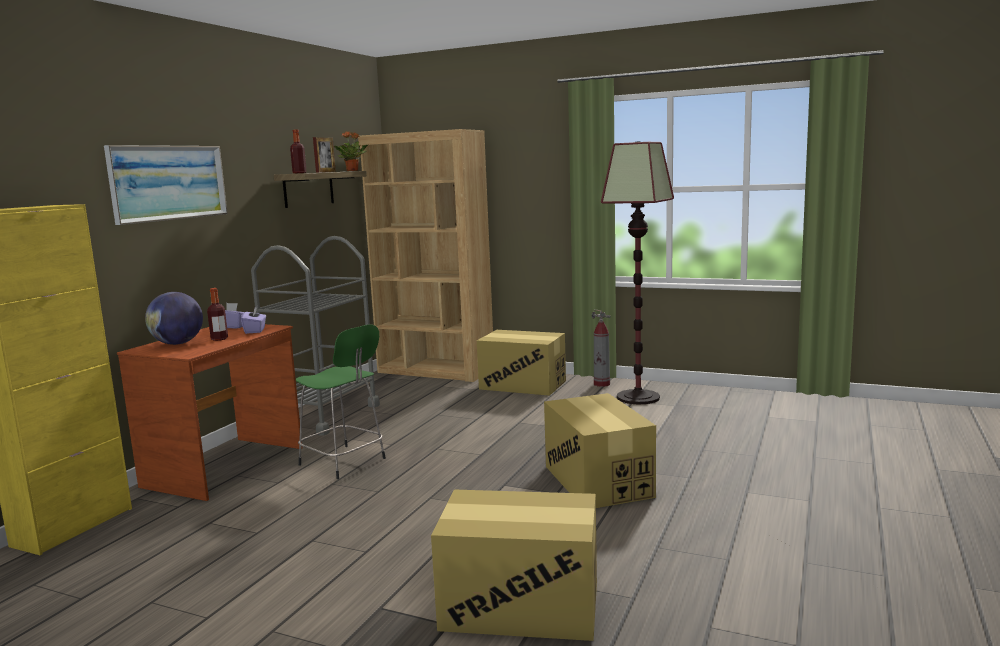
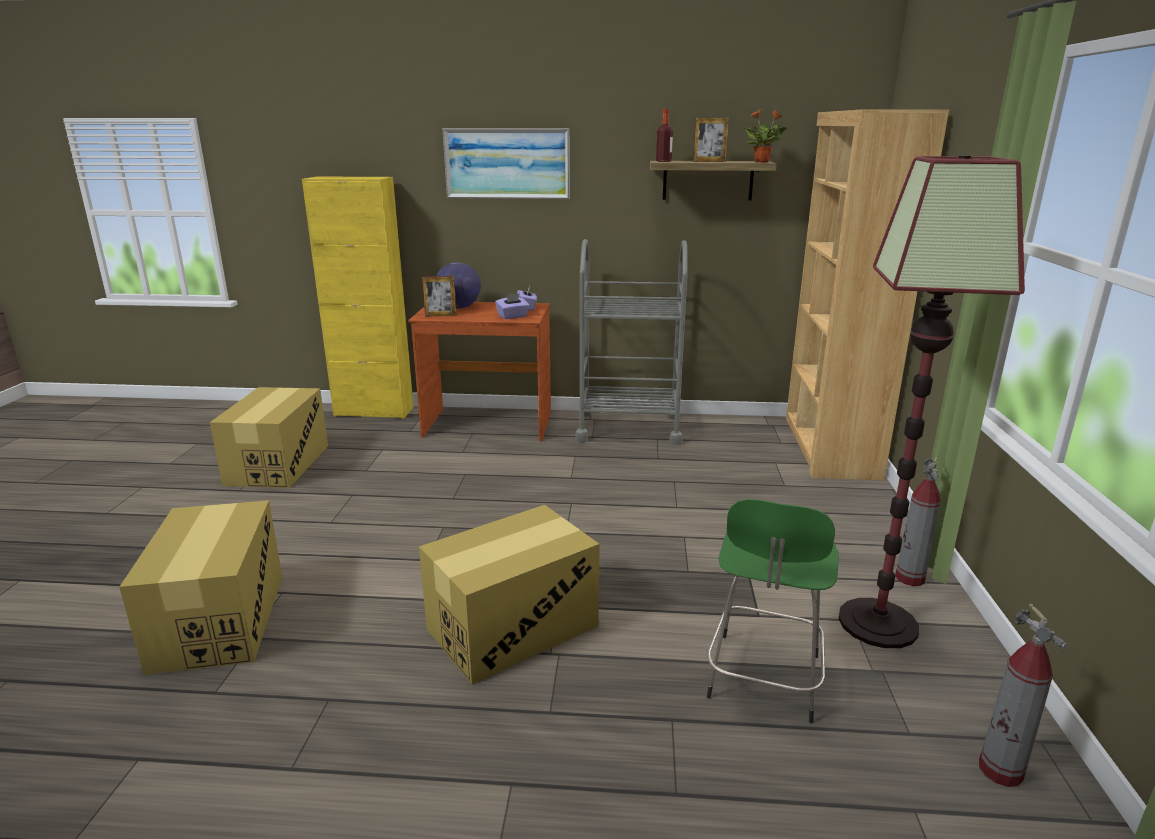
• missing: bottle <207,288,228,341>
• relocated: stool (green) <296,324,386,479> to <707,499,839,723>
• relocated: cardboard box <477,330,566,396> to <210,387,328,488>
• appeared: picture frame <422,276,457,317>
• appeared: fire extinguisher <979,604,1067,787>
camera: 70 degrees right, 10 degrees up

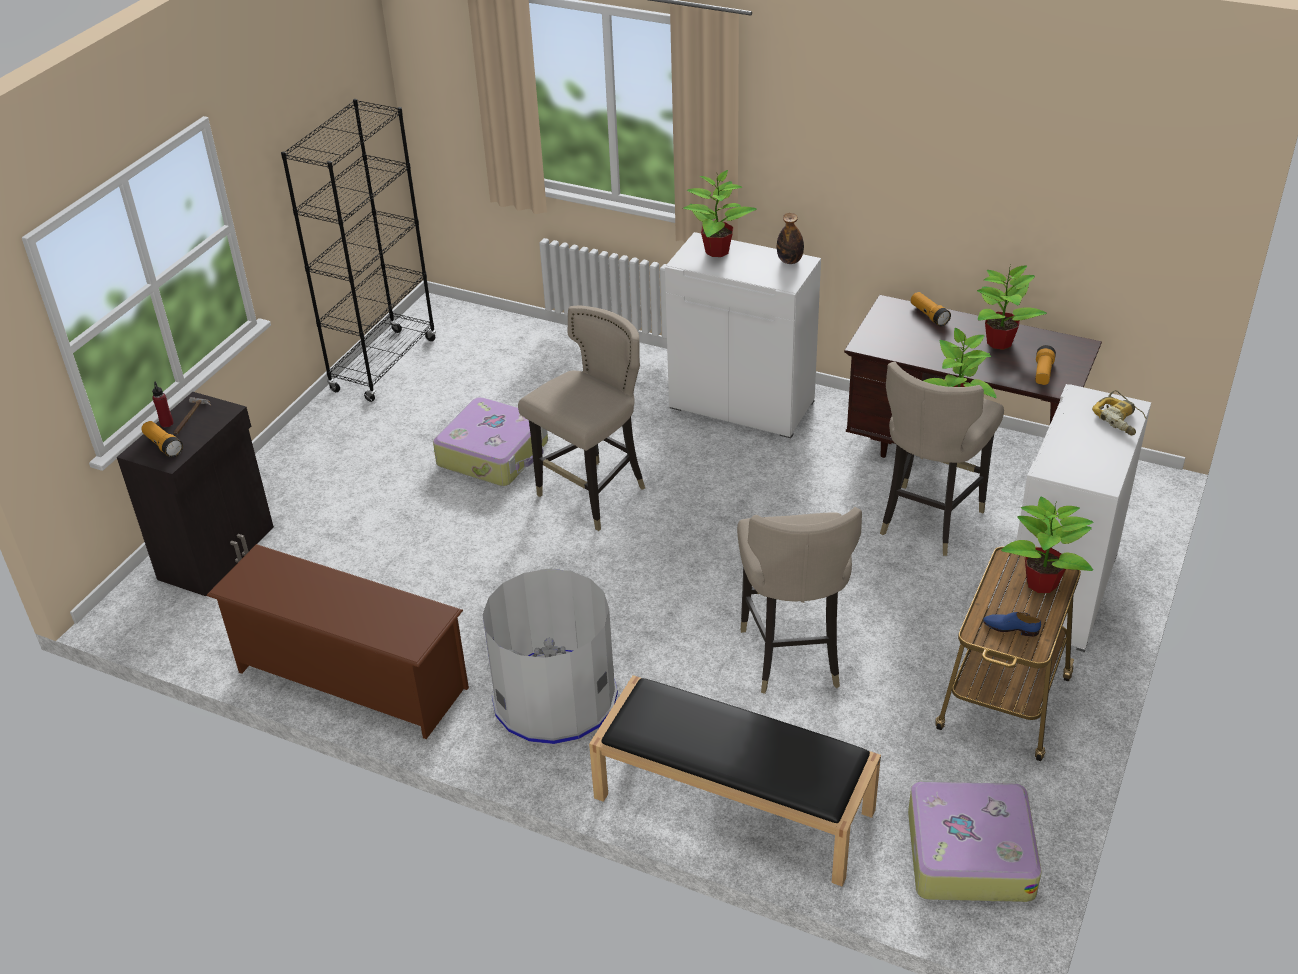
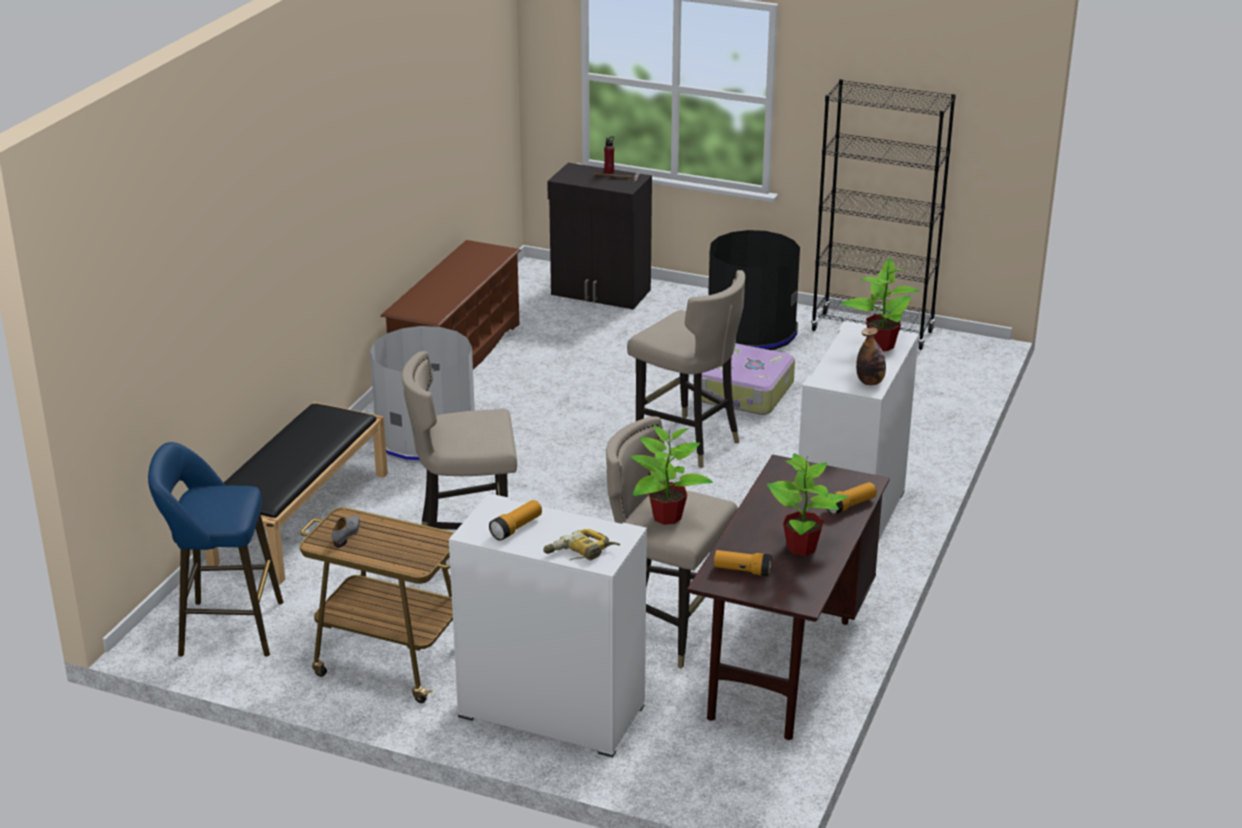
• relocated: flashlight <141,421,183,457> to <489,500,542,541>
• exchanged: suitcase <908,780,1042,902> to stool (blue) <148,442,283,656>
• colour: shoe (blue) <983,612,1041,637> to shoe (grey) <332,516,360,548>
• missing: potted plant <1001,497,1094,593>
• appeared: trash can (black) <708,230,800,350>
camera: 85 degrees right, 10 degrees down

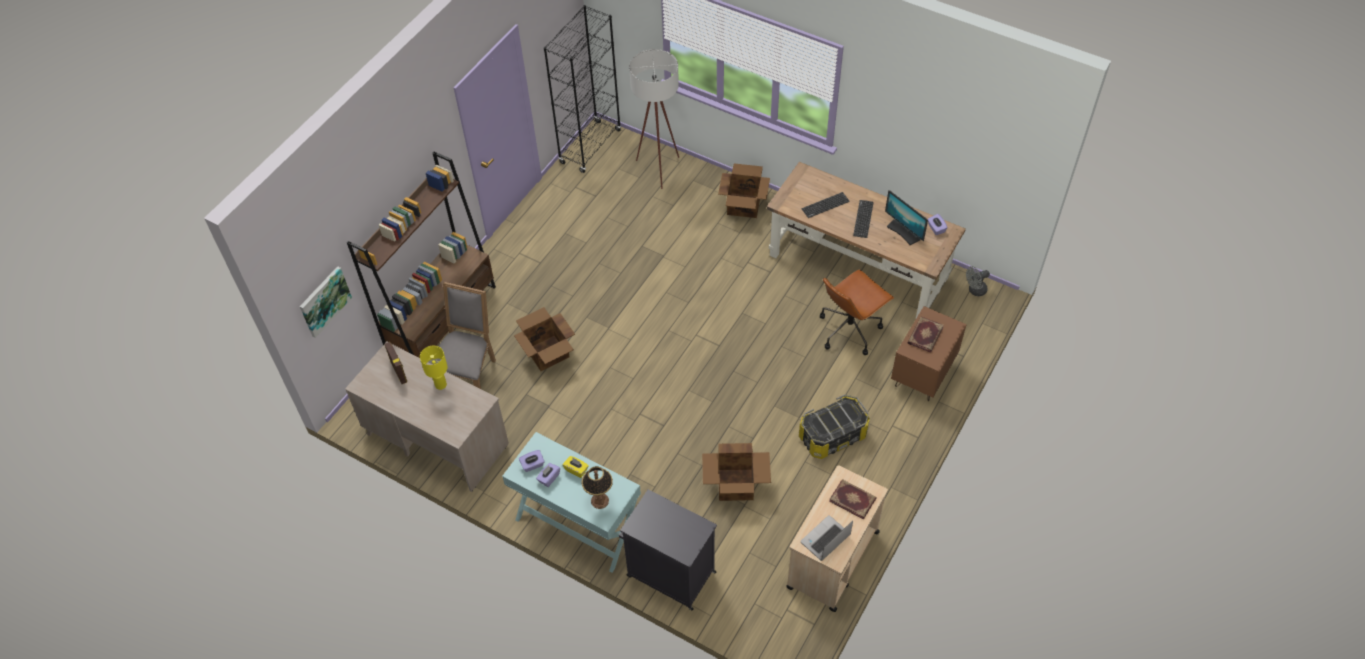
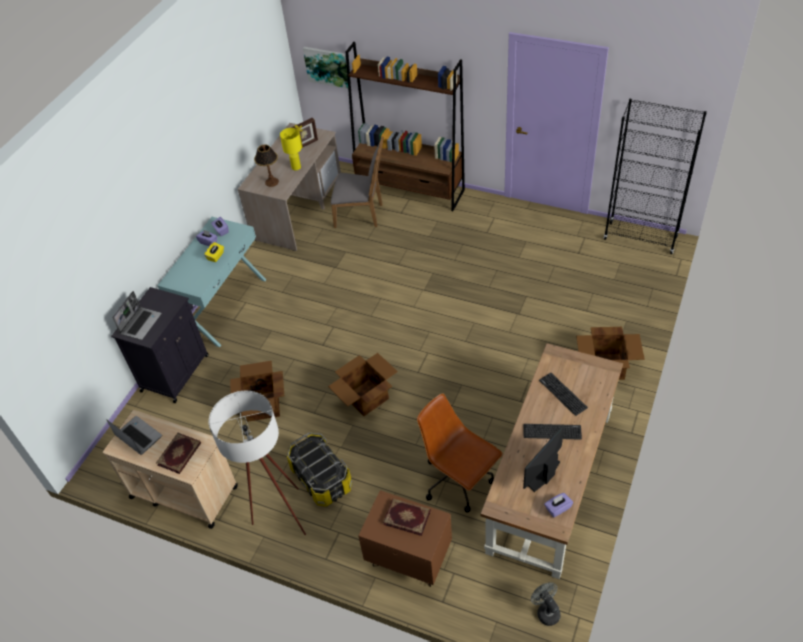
• relocated: cardboard box <514,307,575,371> to <328,353,398,416>
• relocated: table lamp <582,466,613,509> to <254,144,279,187>
• relocated: floor lamp (white) <629,49,679,189> to <209,391,306,535>
• appeared: laptop <112,291,162,340>
camera: 85 degrees right, 5 degrees down

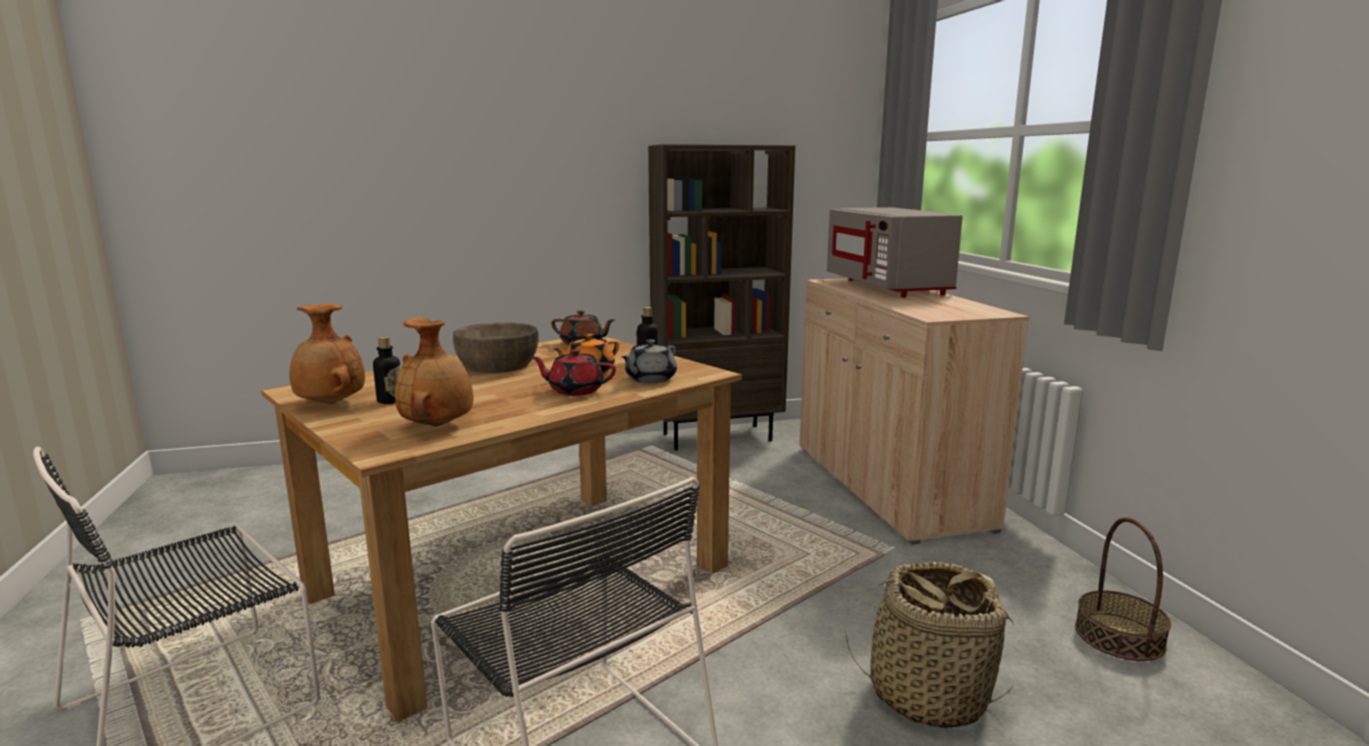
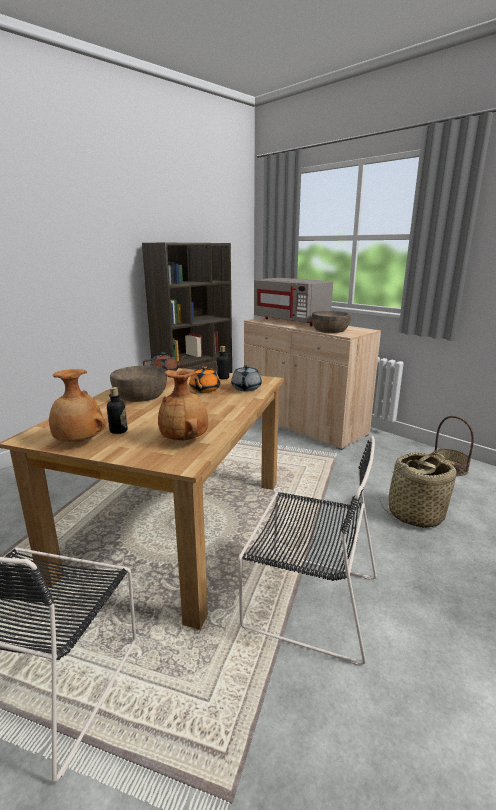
• missing: teapot (red) <531,349,616,396>
• appeared: bowl (brown) <312,311,351,333>
camera: 30 degrees left, 5 degrees up

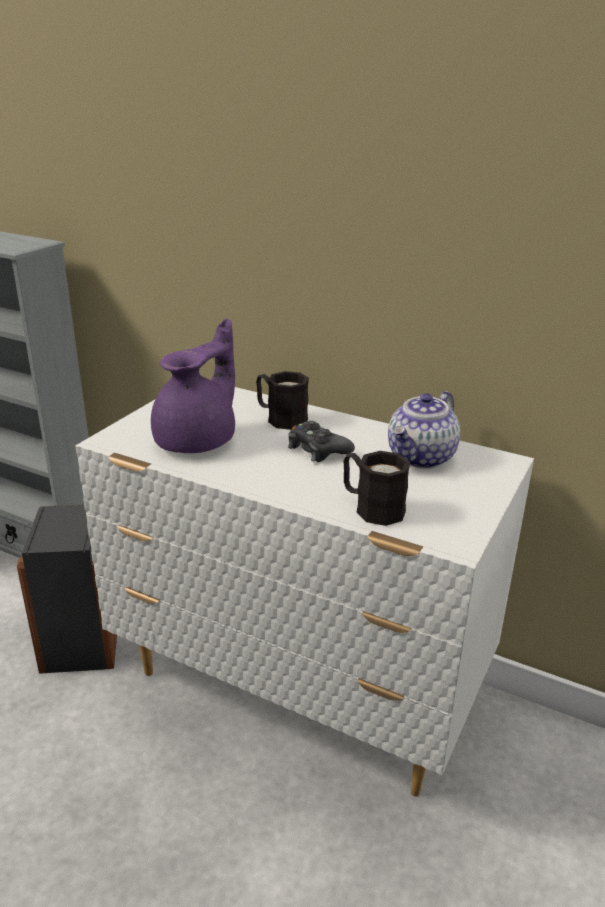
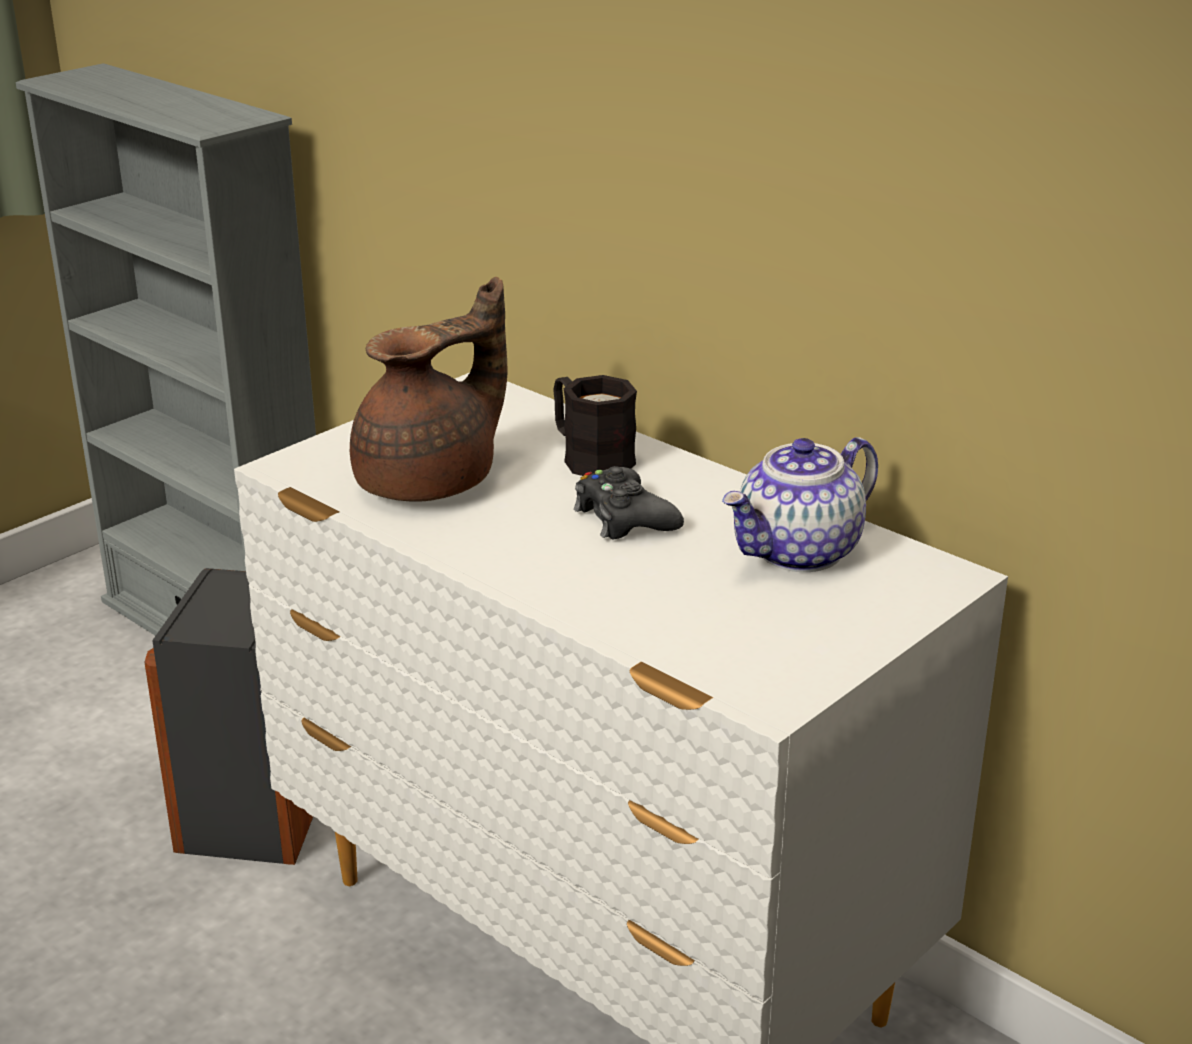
• colour: teapot (purple) <151,318,235,453> to teapot (brown) <350,277,507,502>
• missing: mug (black) <343,451,411,526>
camera: 15 degrees right, 0 degrees up

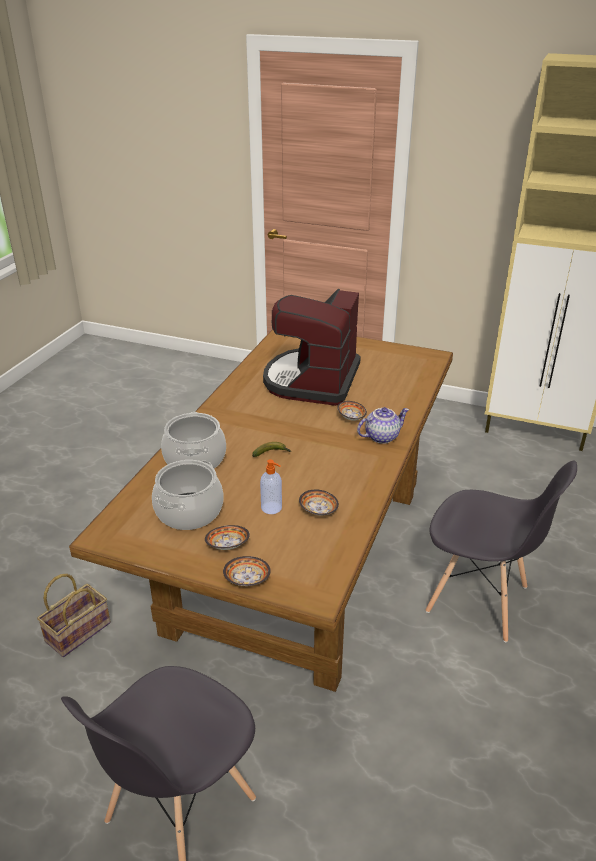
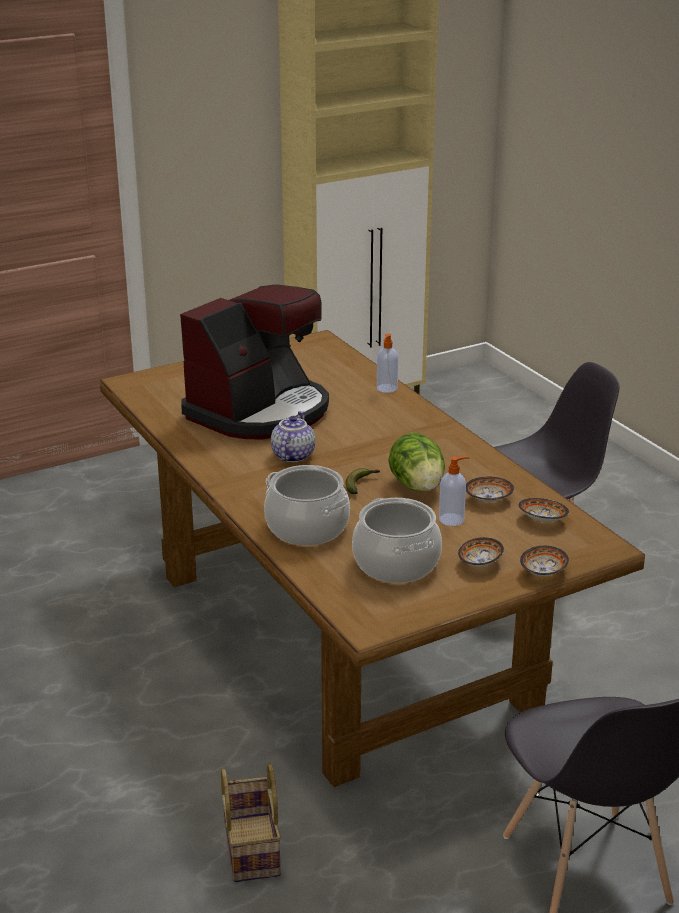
• spun: coffee machine <263,289,361,406> = <180,284,329,439> 105 degrees counterclockwise
• relocated: bowl <337,401,367,421> to <519,498,569,522>
• relocated: teapot <357,407,409,444> to <271,411,315,462>
• appeared: soap dispenser <377,334,398,393>
• appeared: lettuce <388,433,445,491>
camera: 50 degrees left, 5 degrees down

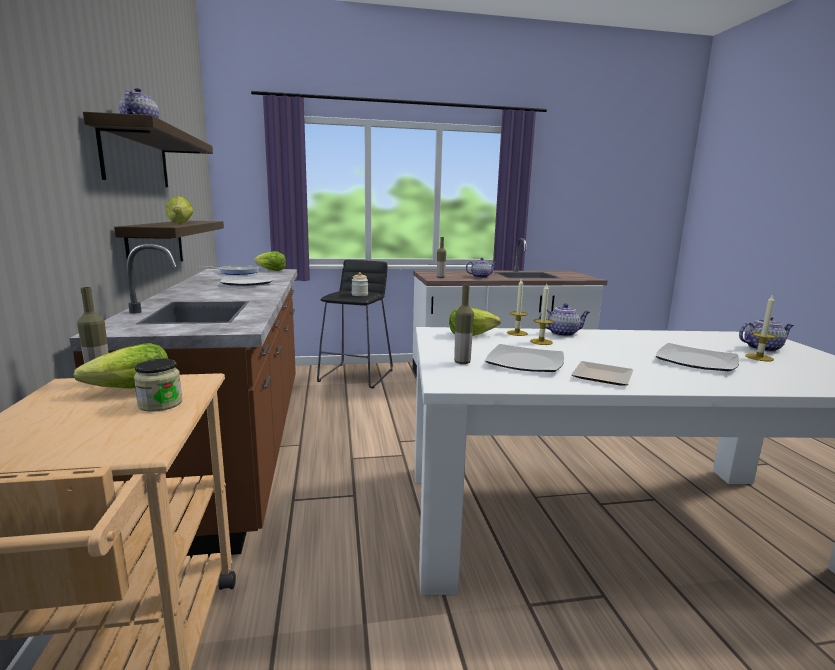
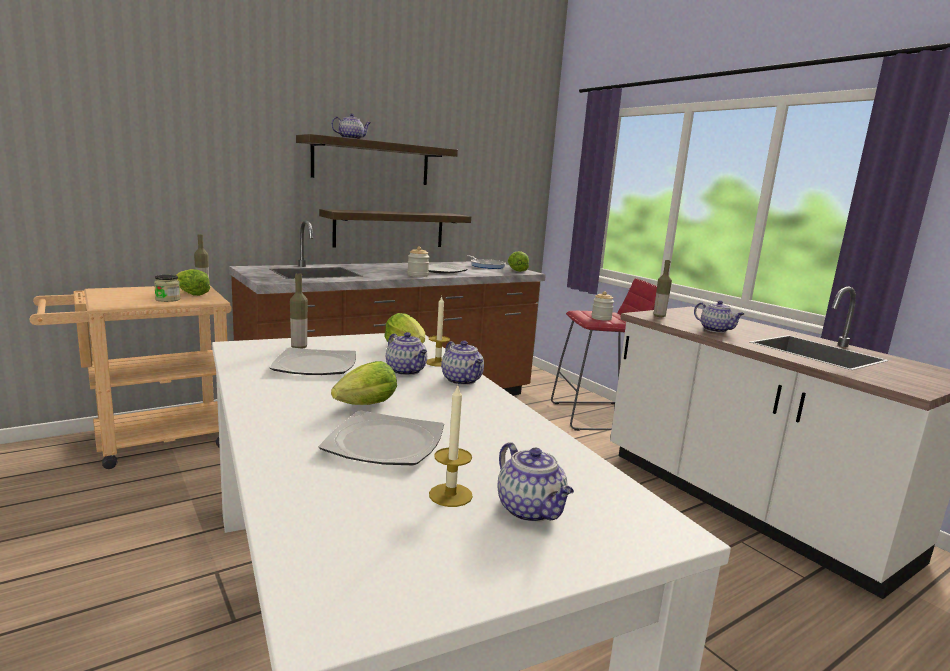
• relocated: lettuce <166,196,194,223> to <331,361,397,405>
• colour: stool (black) <317,260,393,389> to stool (red) <551,278,657,431>
• exchanged: candle <530,284,553,345> to teapot <386,332,427,376>
• missing: plate <571,361,633,385>
• appeared: jar <407,246,429,277>
camera: 65 degrees right, 0 degrees up

